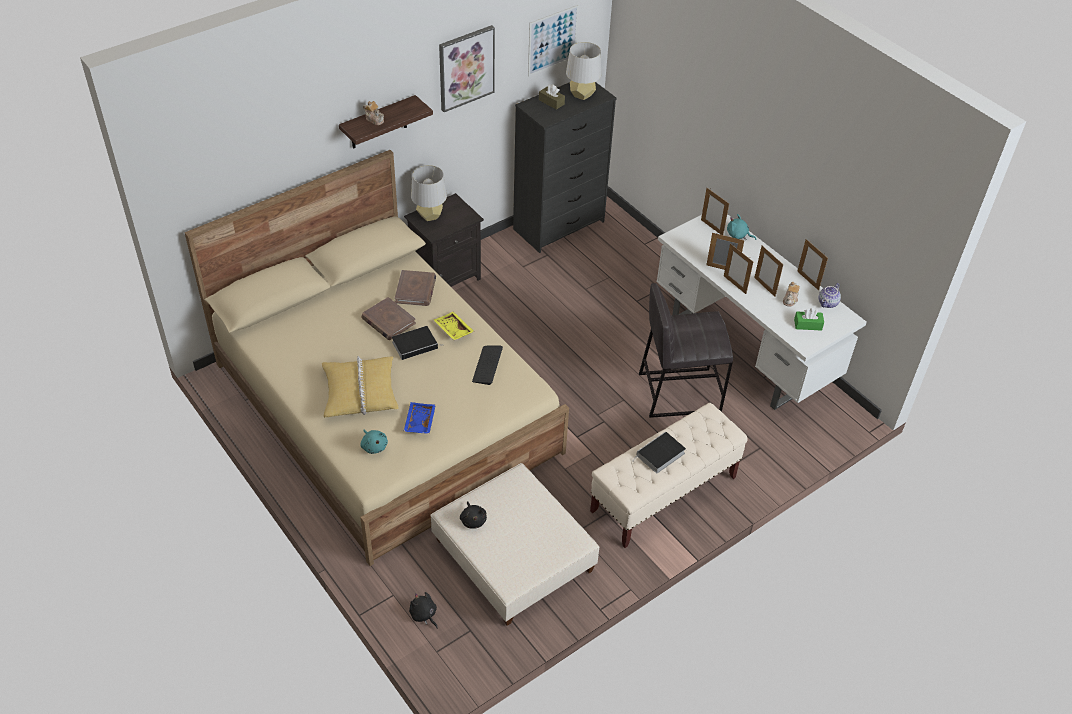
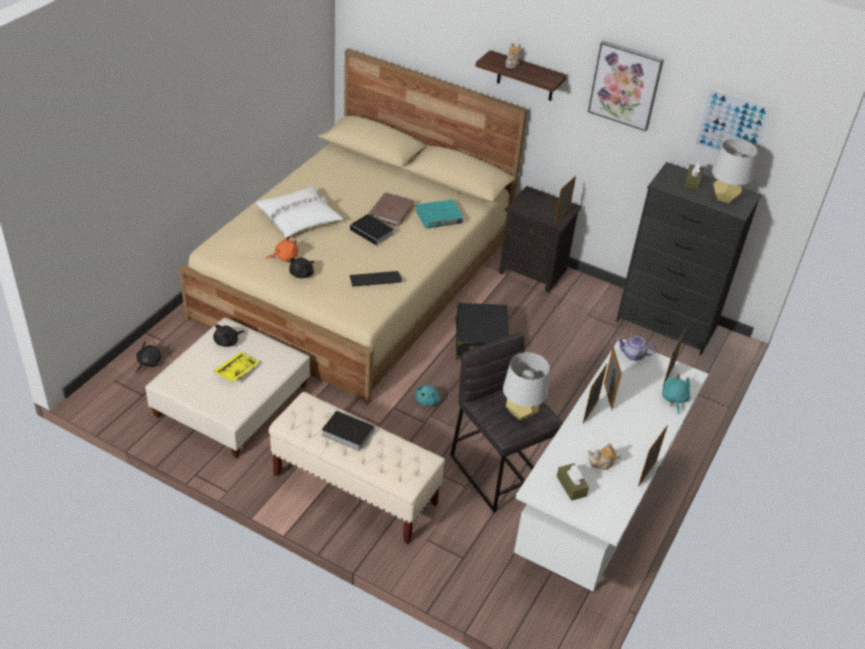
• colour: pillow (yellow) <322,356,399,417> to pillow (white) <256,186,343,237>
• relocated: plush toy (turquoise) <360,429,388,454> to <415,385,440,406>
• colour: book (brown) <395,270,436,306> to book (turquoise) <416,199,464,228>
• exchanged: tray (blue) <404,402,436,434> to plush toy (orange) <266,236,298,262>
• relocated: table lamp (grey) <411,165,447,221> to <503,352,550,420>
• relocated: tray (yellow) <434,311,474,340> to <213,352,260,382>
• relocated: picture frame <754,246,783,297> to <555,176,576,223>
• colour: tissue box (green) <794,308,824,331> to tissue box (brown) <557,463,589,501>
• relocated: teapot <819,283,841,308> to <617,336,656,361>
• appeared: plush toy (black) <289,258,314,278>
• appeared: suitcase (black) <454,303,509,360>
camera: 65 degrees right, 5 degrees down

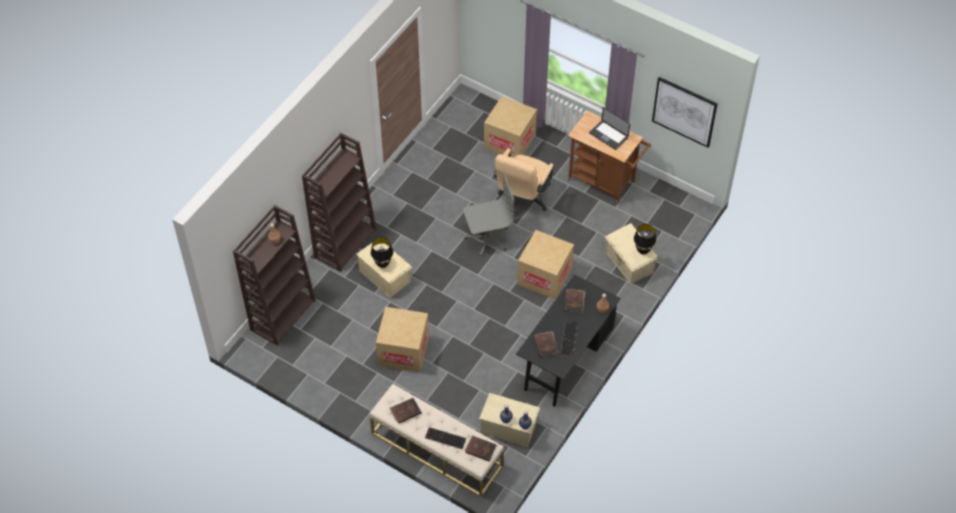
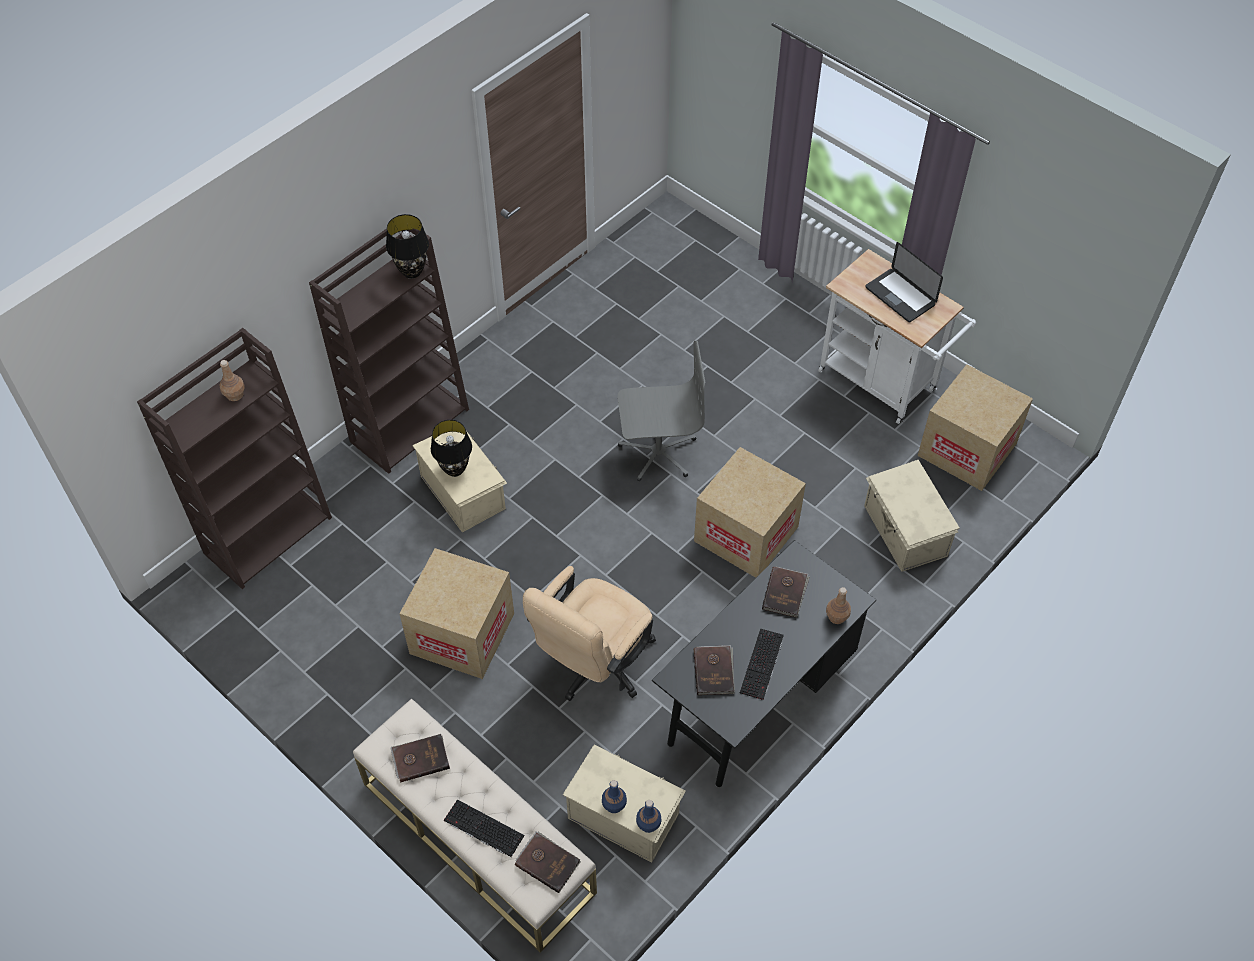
• relocated: cardboard box <484,96,537,158> to <918,364,1033,491>
• relocated: office chair (beige) <493,148,553,217> to <523,566,656,701>
• colour: cart (brown) <568,111,651,204> to cart (white) <818,249,976,424>
• relocated: table lamp (black) <634,224,656,255> to <386,214,429,279>
• missing: picture <652,77,718,148>
camera: 10 degrees right, 0 degrees up

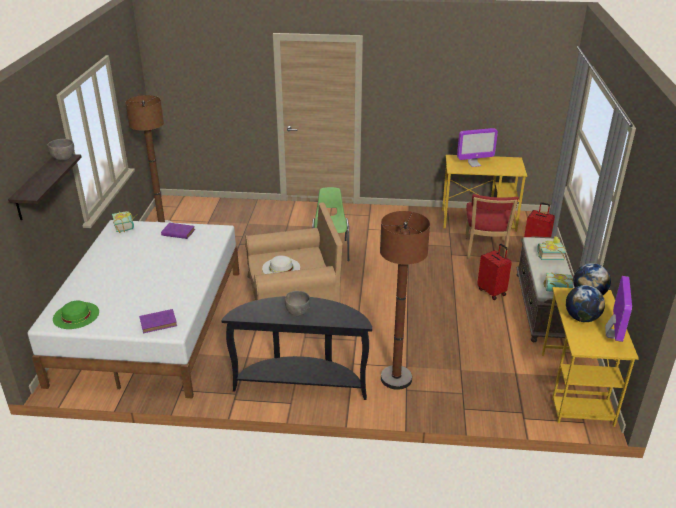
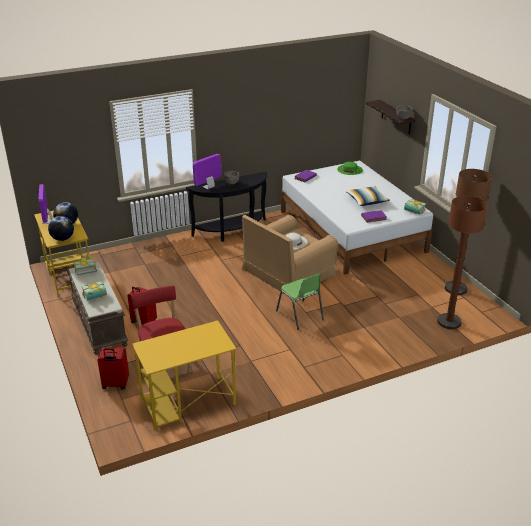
• relocated: floor lamp (brown) <380,211,430,390> to <437,196,488,329>
• relocated: monitor <457,128,498,167> to <193,154,222,189>
• appeared: pillow <345,186,390,206>
camera: 150 degrees right, 0 degrees up

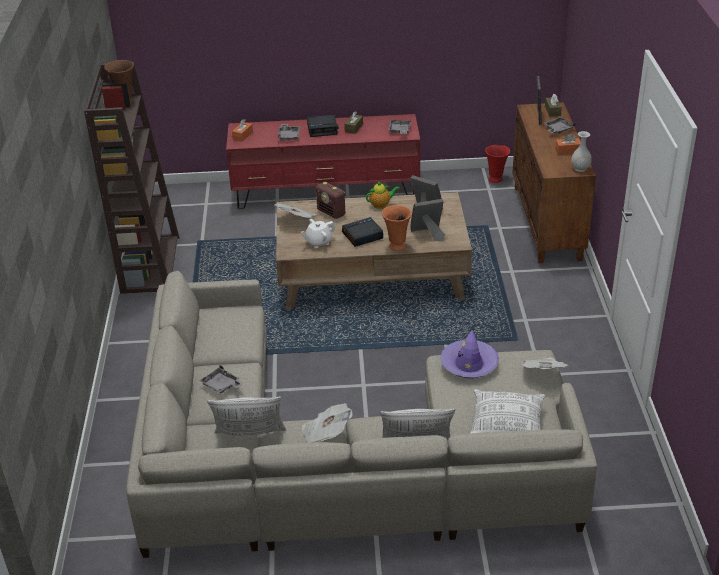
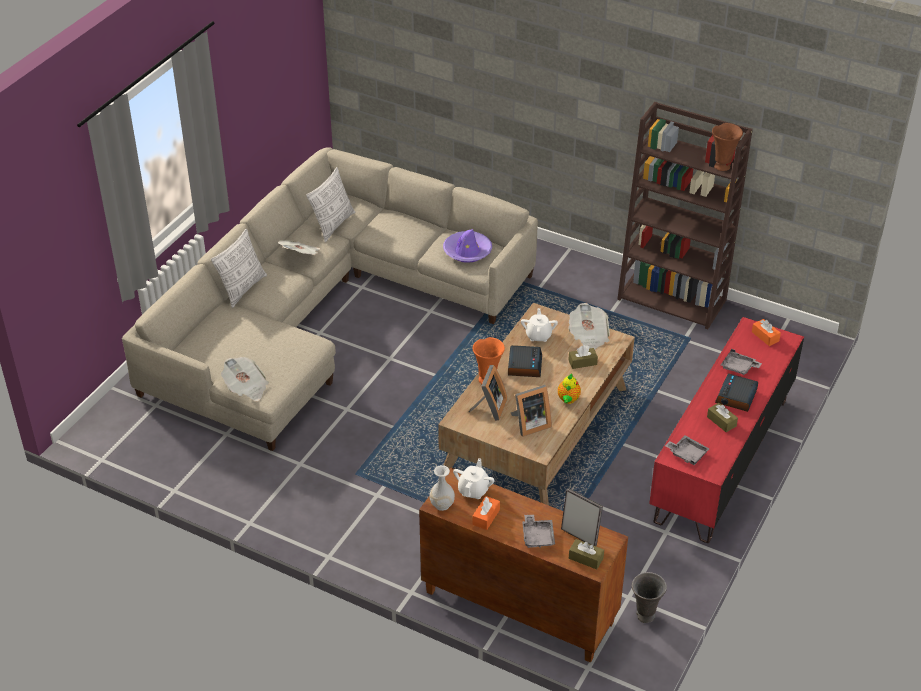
• missing: tray (grey) <199,365,243,394>
• exchanged: radio <316,182,345,219> to tissue box (brown) <568,345,598,369>
• relocated: hat (purple) <440,330,499,378> to <443,229,492,263>
• missing: pillow <470,389,545,434>
• colour: vase (red) <485,145,510,183> to vase (grey) <632,572,667,623>
• appeared: teapot (white) <453,458,495,499>
camera: 120 degrees right, 5 degrees up

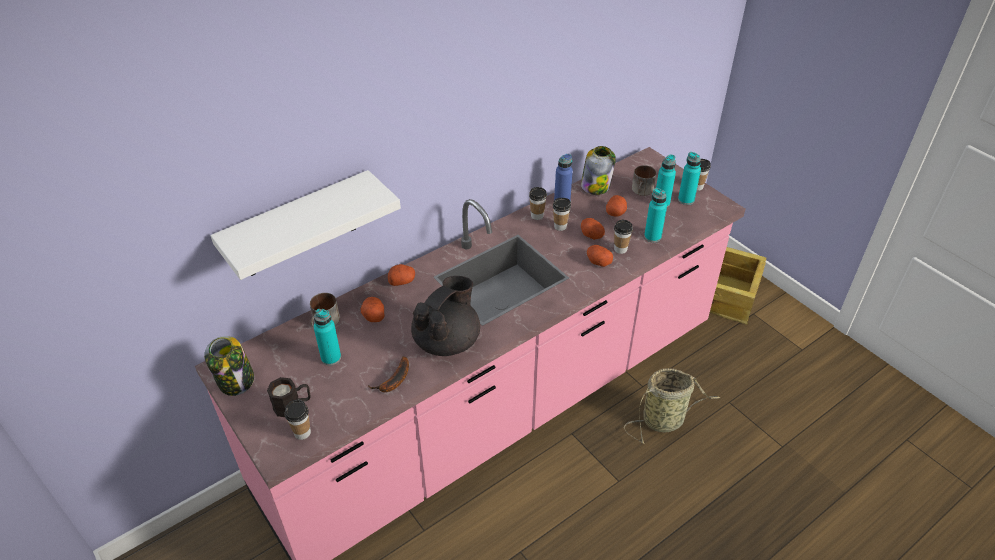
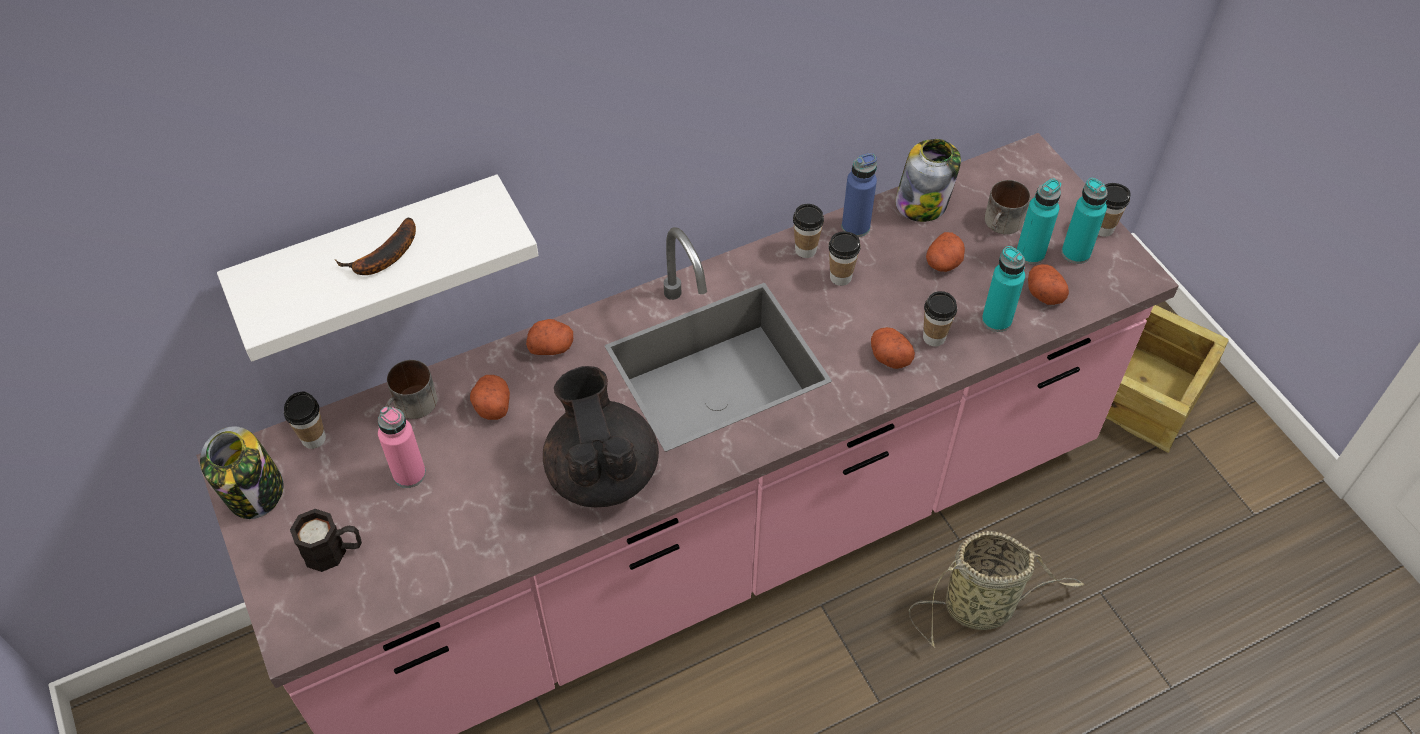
• relocated: cup <285,399,311,440> to <284,391,326,449>
• colour: bottle (turquoise) <314,309,341,365> to bottle (pink) <378,406,426,488>
• relocated: banana <368,356,409,392> to <335,217,416,275>
• spun: teapot (black) <411,276,480,356> = <543,366,659,507> 60 degrees counterclockwise
• relocated: potato <581,218,605,240> to <1028,264,1069,305>
camera: 10 degrees right, 10 degrees up

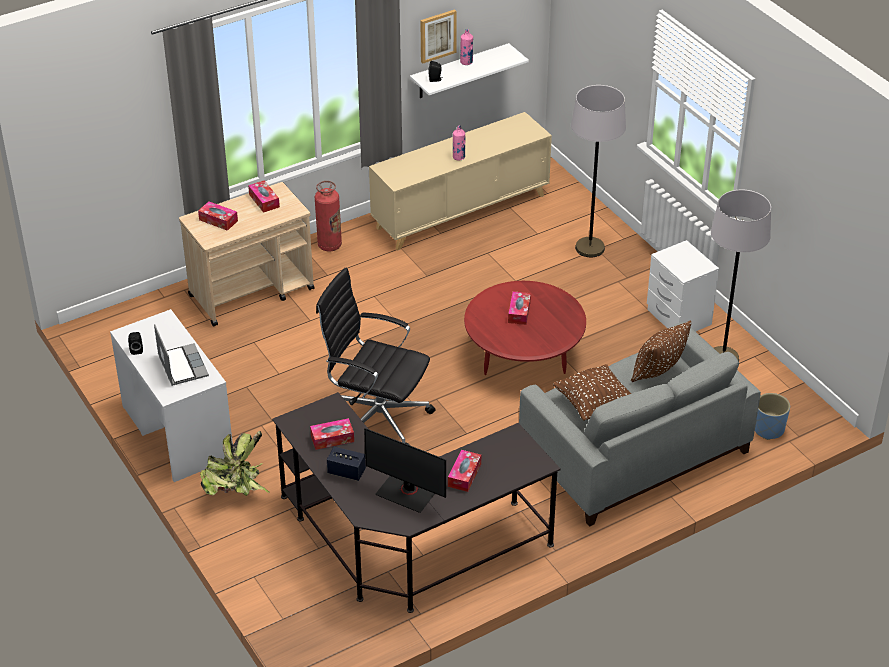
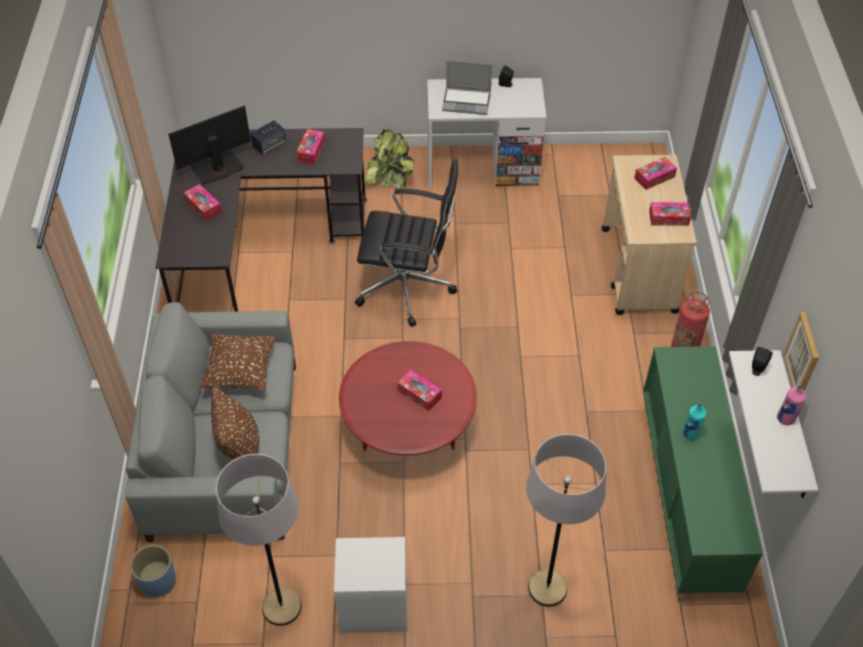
• spun: office chair (black) <316,268,435,445> = <355,159,458,327> 45 degrees clockwise
• colour: cabinet (beige) <369,112,552,251> to cabinet (green) <643,346,763,598>
• colour: bottle (pink) <453,125,465,161> to bottle (turquoise) <682,404,706,440>
camera: 120 degrees right, 10 degrees up

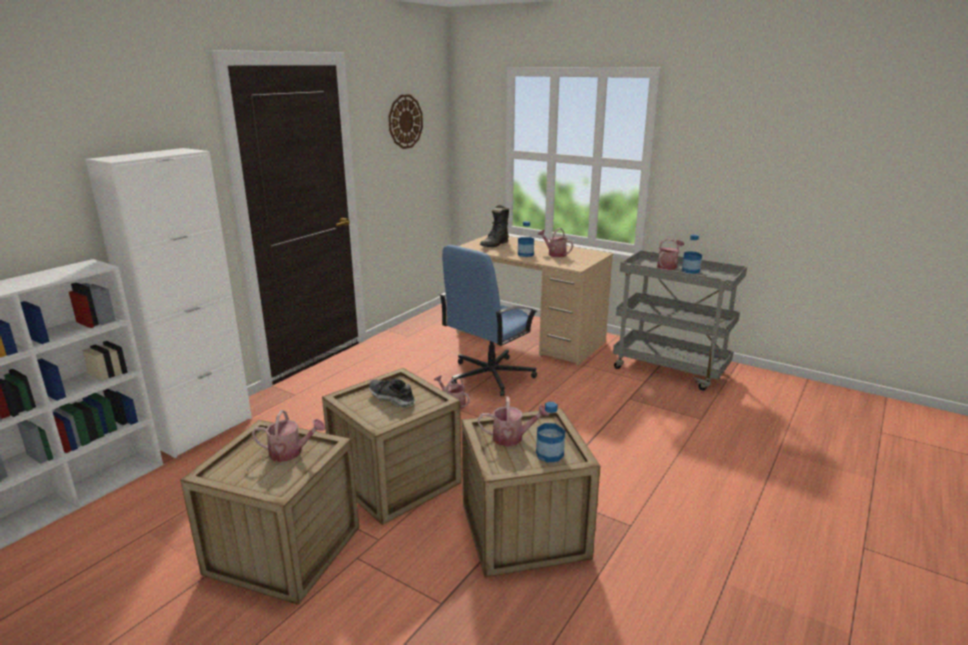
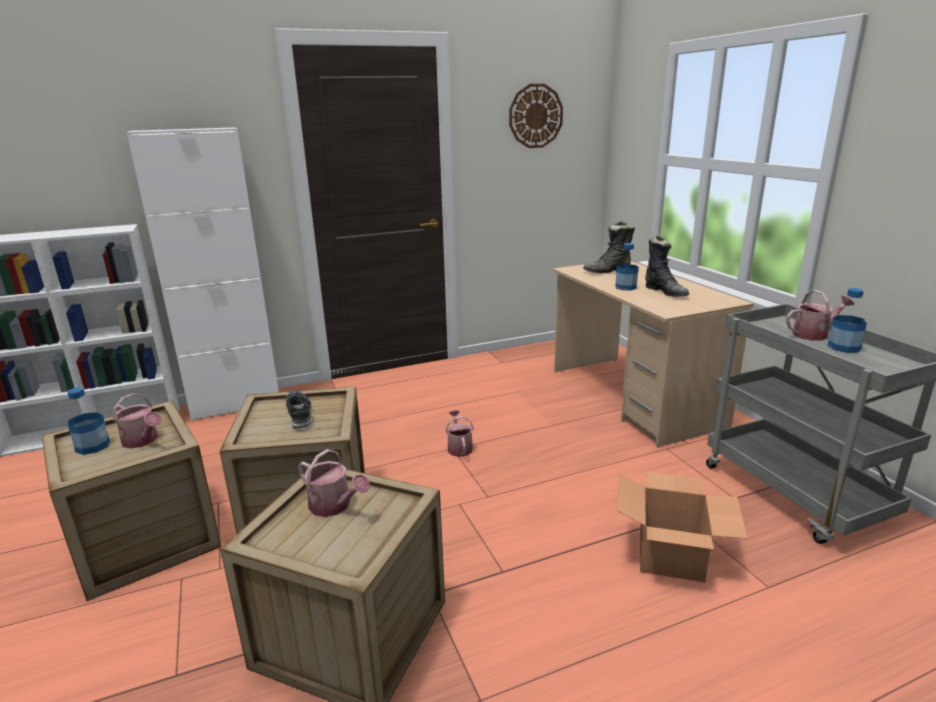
• missing: office chair (blue) <439,245,538,397>
• relocated: bottle <536,402,565,462> to <68,387,110,455>
• exchanged: watering can <538,228,573,257> to boot (black) <645,236,689,297>
• appeared: cardboard box <617,472,748,582>
camera: 35 degrees right, 0 degrees up

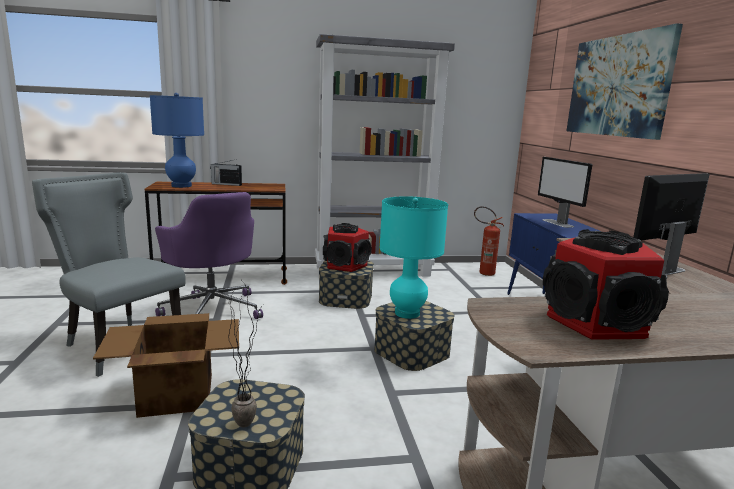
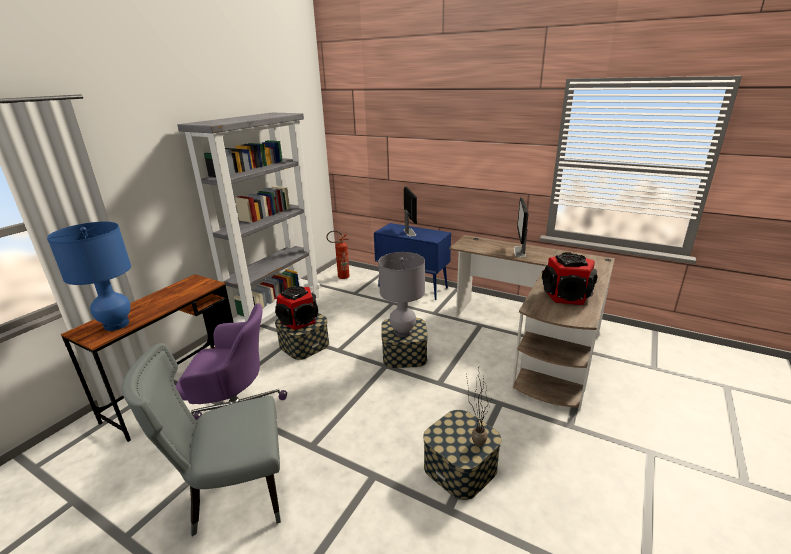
• missing: cardboard box <93,313,239,418>
• missing: radio <210,160,242,186>
• colour: table lamp (turquoise) <379,196,448,319> to table lamp (grey) <378,252,425,337>
• spun: monitor <538,157,593,228> = <403,186,417,237> 120 degrees counterclockwise
• missing: picture <567,23,683,140>
camera: 50 degrees left, 10 degrees up

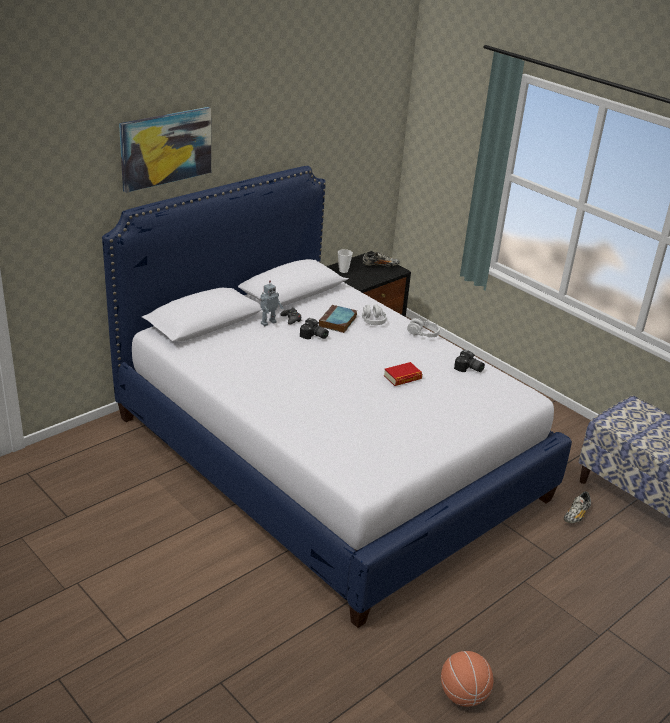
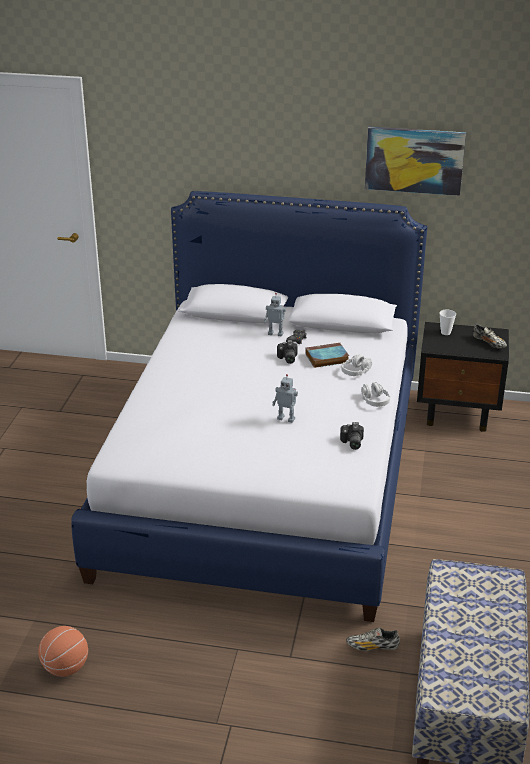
• relocated: picture <119,107,211,193> to <365,127,466,196>
• exchanged: book <384,362,422,386> to toy robot <272,374,298,423>
camera: 55 degrees right, 0 degrees up

